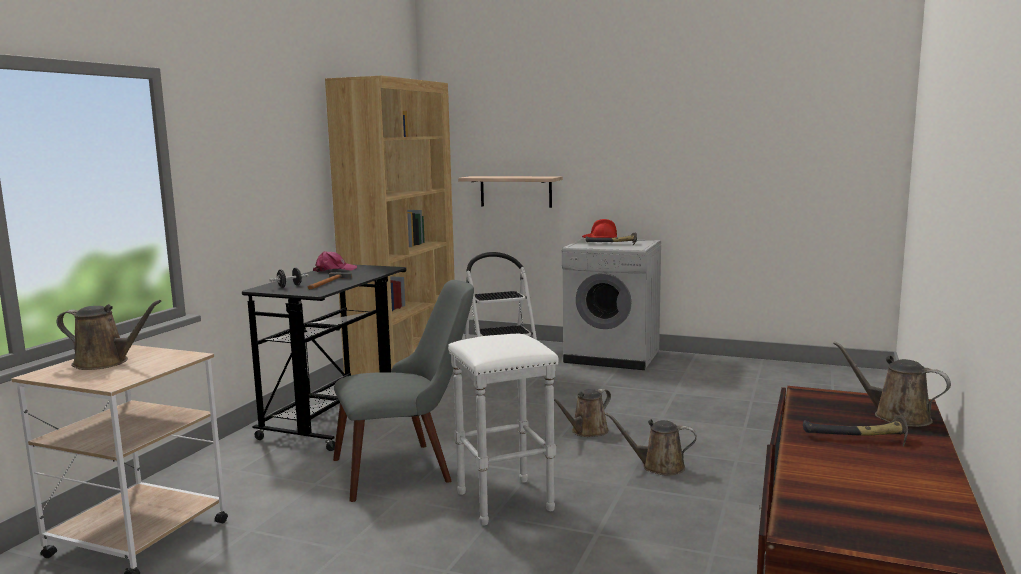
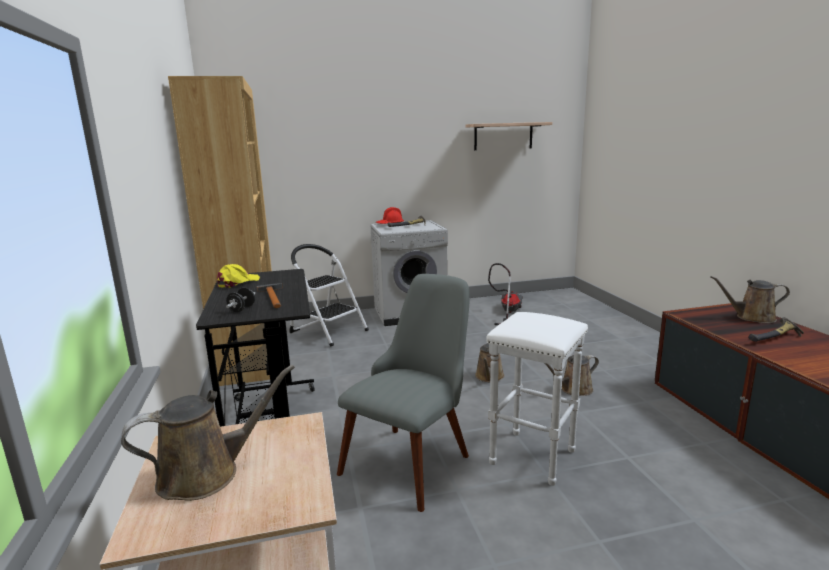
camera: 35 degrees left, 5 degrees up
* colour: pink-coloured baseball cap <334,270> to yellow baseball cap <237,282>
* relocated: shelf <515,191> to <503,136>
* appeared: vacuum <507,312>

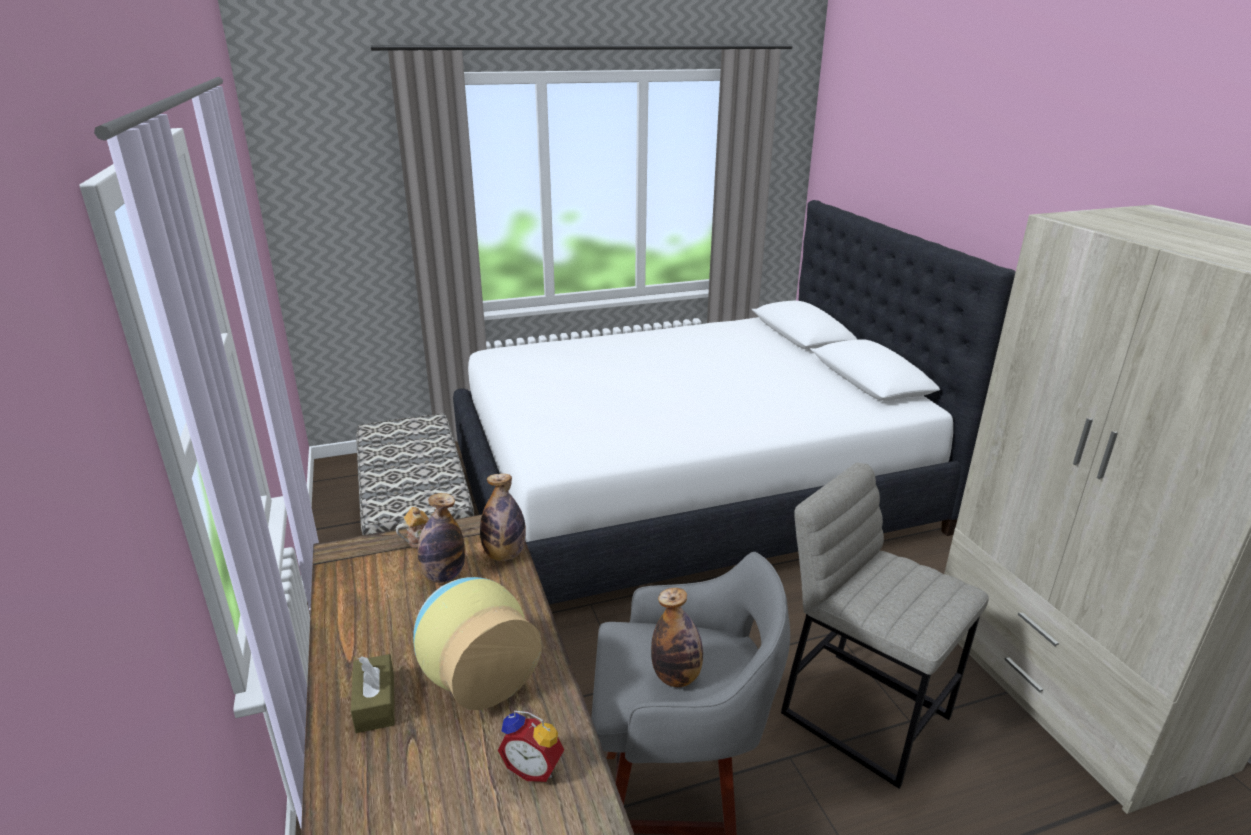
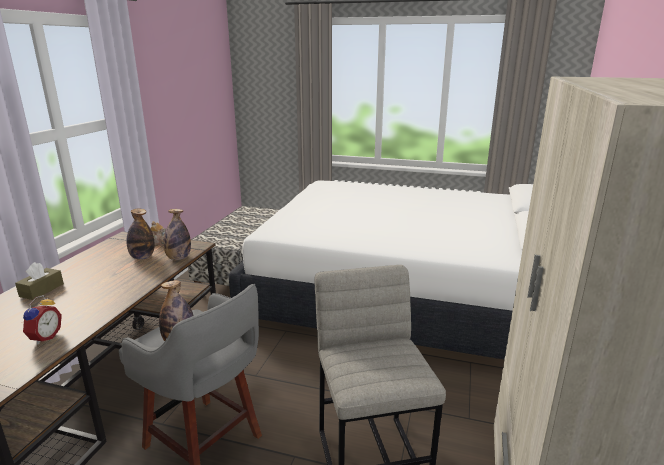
camera: 35 degrees right, 5 degrees down
* spun: alarm clock <534,767> = <44,337> 135 degrees counterclockwise
* missing: flower vase <476,675>

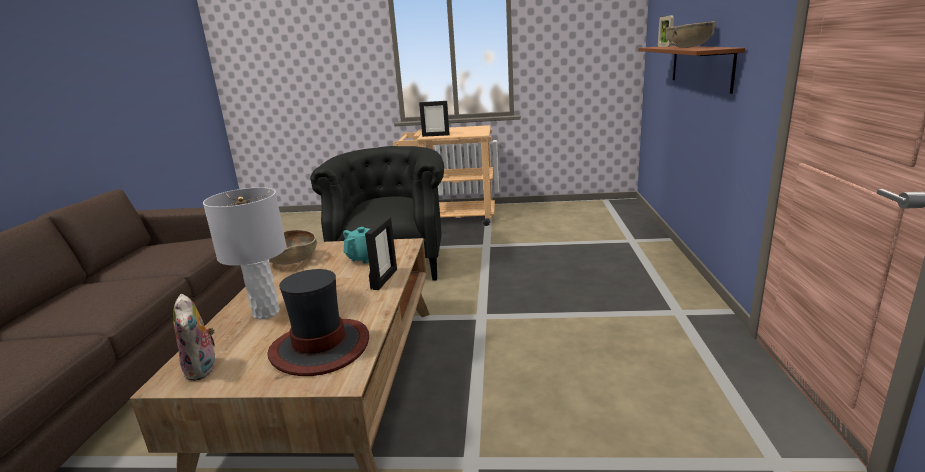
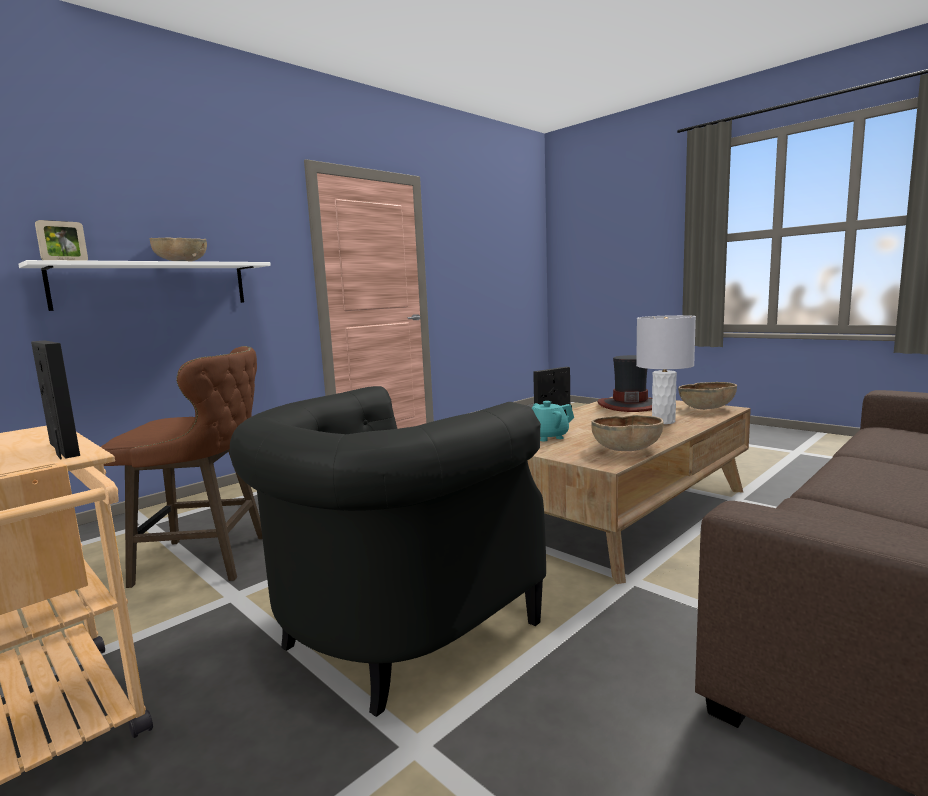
camera: 140 degrees left, 10 degrees down
* colour: brown-coloured shelf <700,66> to white-coloured shelf <153,285>
* appeared: brown-coloured sitting stool <209,559>
* exchanged: cuddly toy <203,369> to brown-coloured deep dish <706,408>

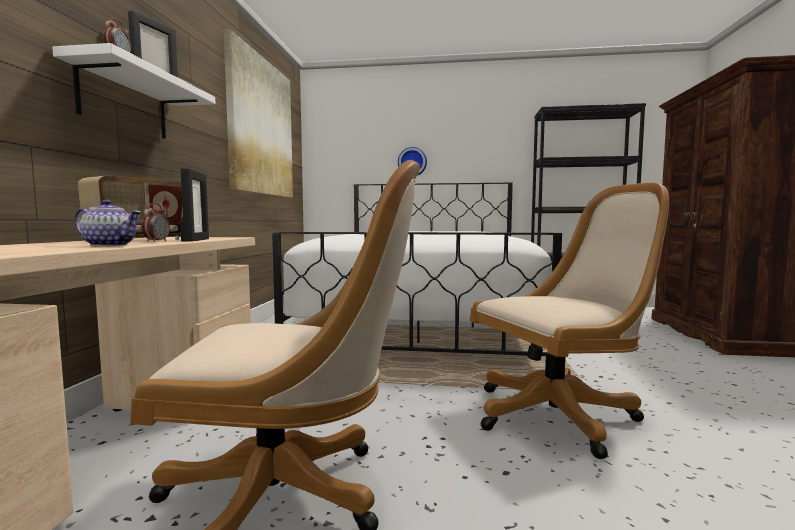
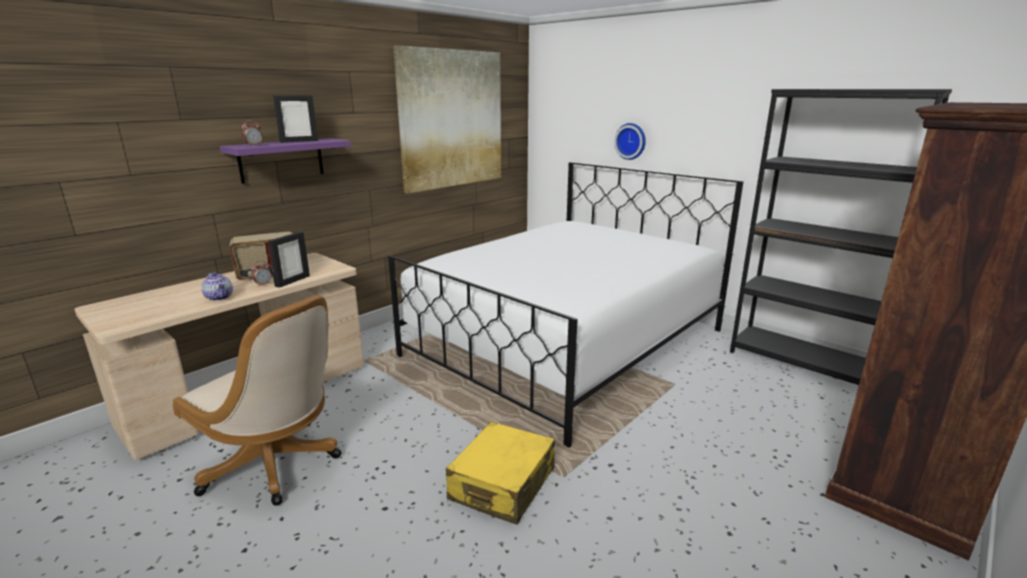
camera: 35 degrees right, 15 degrees up
* colour: white-coloured shelf <124,102> to purple shelf <281,160>
* exchanged: office chair <562,413> to yellow suitcase <502,484>

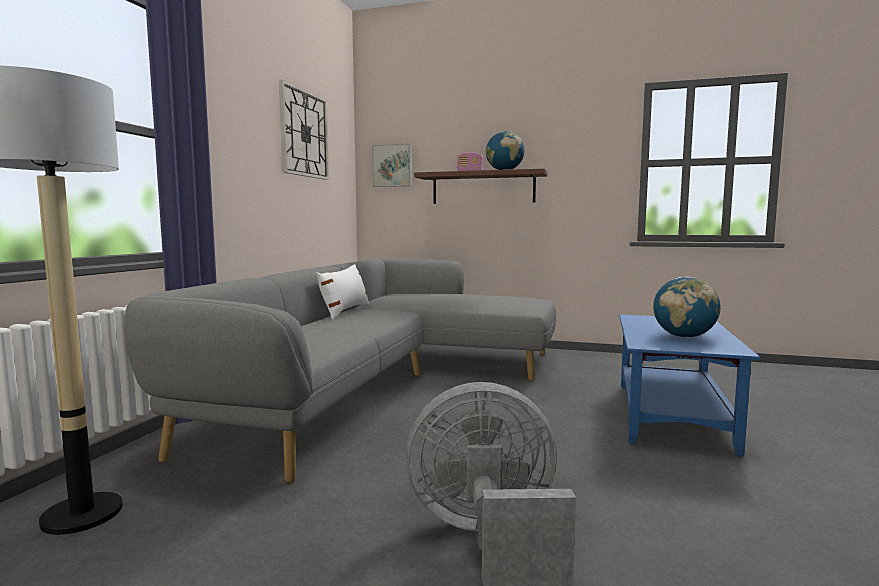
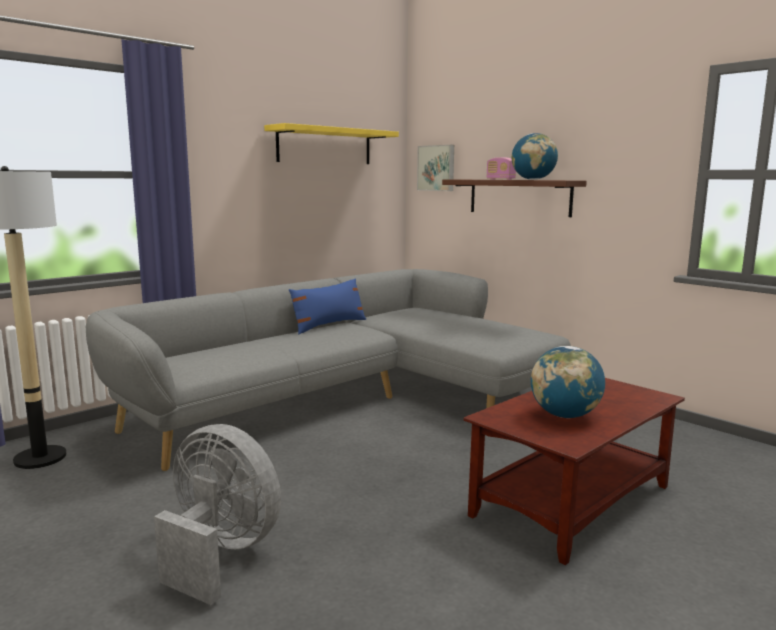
camera: 30 degrees right, 5 degrees up
* exchanged: clock on the wall <304,134> to yellow shelf <325,146>
* colour: white-coloured pillow <344,311> to blue pillow <329,325>
* colour: blue coffee table <670,414> to brown-coloured coffee table <572,500>

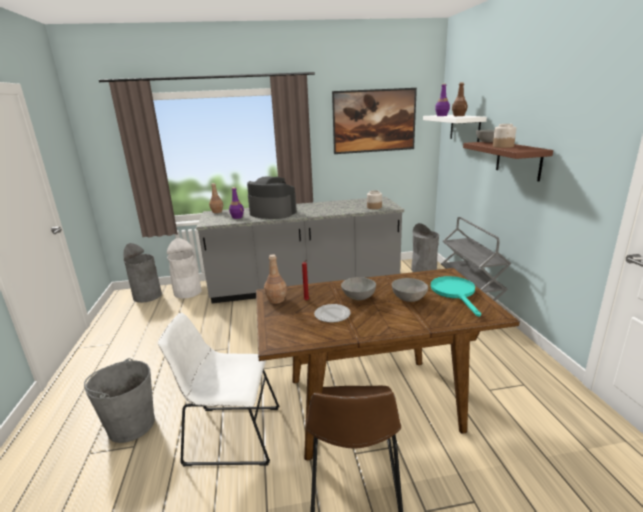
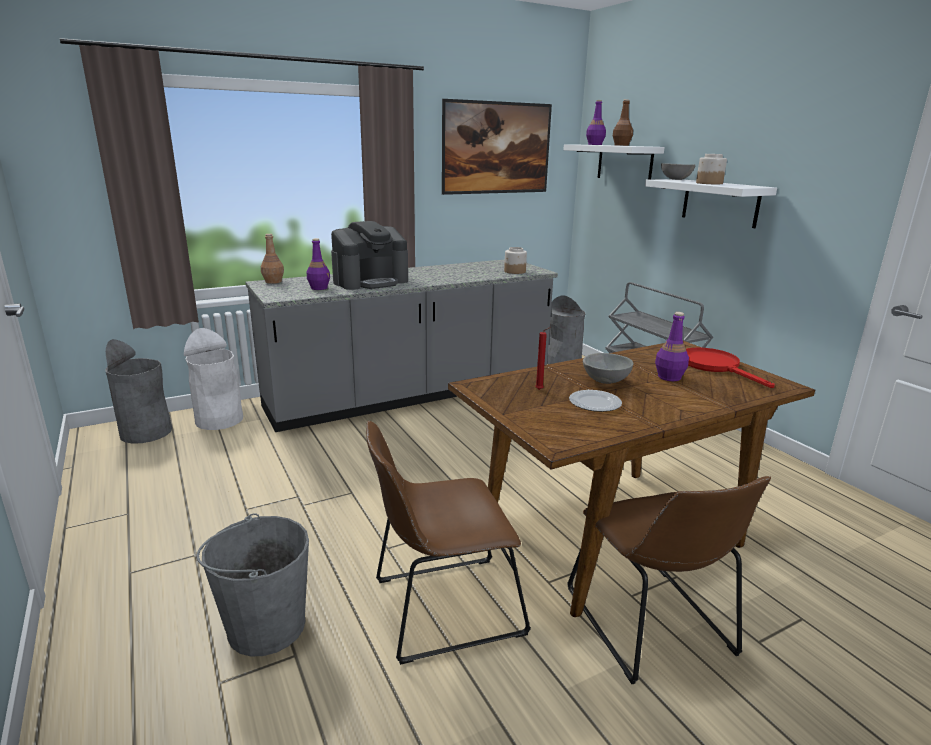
camera: 20 degrees left, 0 degrees up
* spun: coffee maker <272,213> = <370,281> 135 degrees clockwise
* colour: white-coloured plain chair <229,434> to brown-coloured plain chair <441,608>
* colour: brown-coloured shelf <518,160> to white-coloured shelf <720,202>
* exchanged: greyish deep dish <408,299> to purple bottle <669,377>
* colour: turquoise-coloured skillet <455,293> to reddish skillet <715,366>
* missing: brown-coloured bottle <276,300>

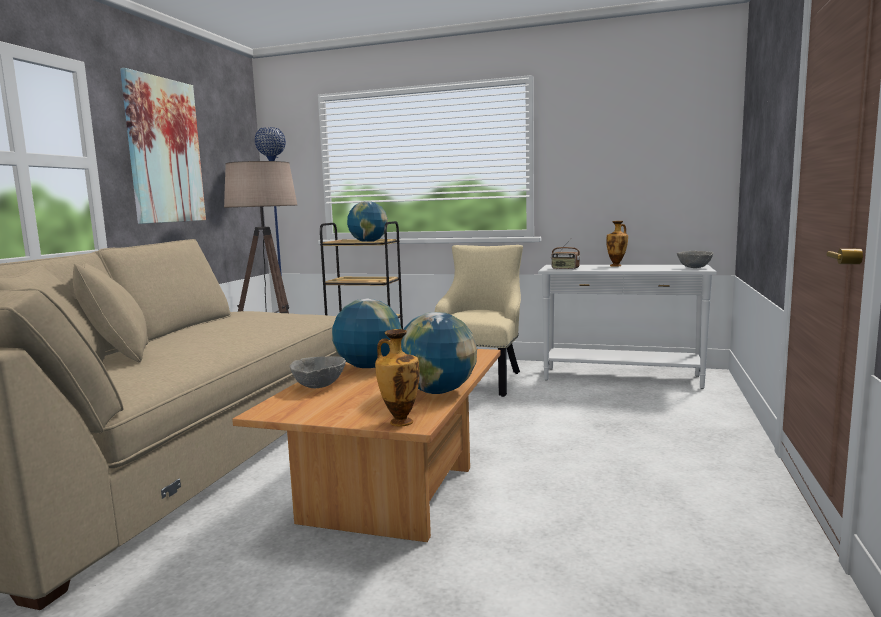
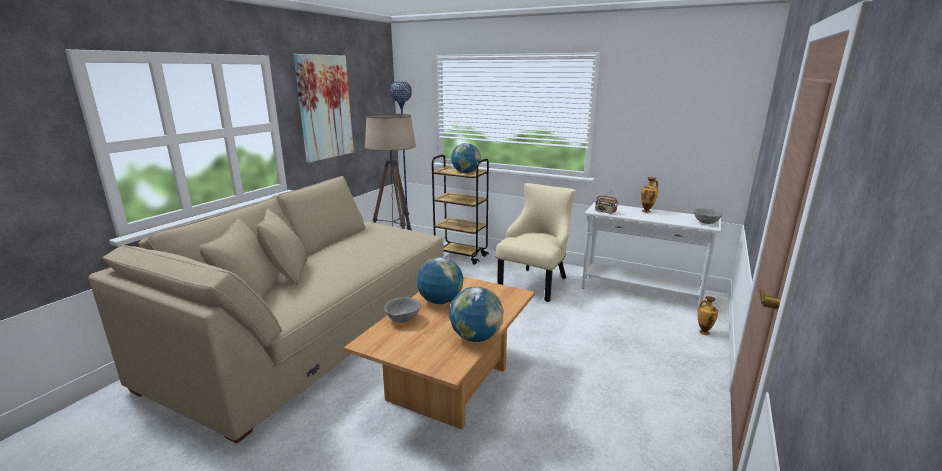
camera: 10 degrees right, 10 degrees up
* relocated: flower vase <399,422> to <703,332>

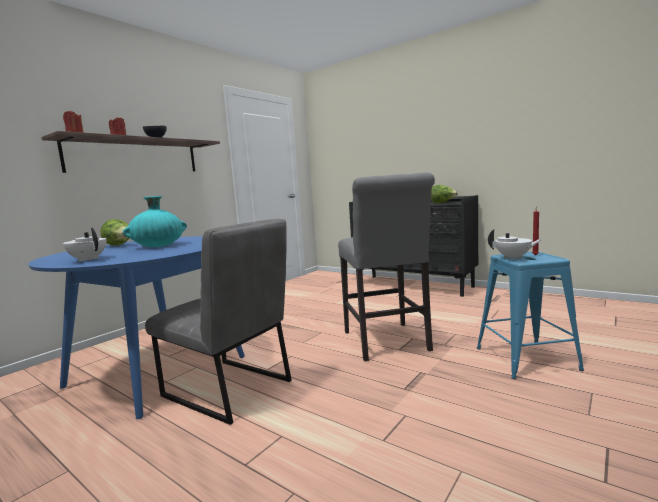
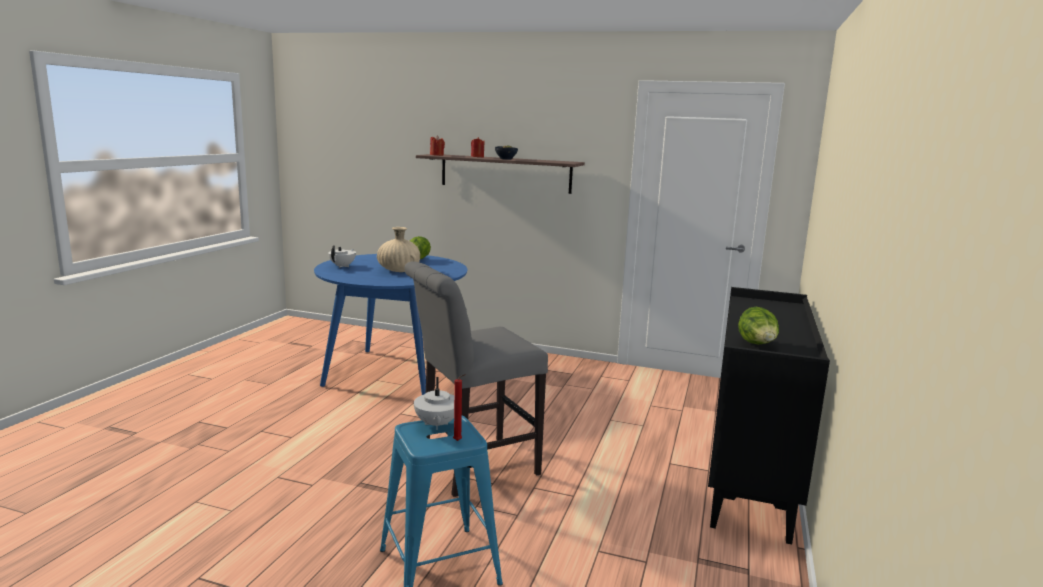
camera: 70 degrees right, 5 degrees up
* colour: turquoise-coloured flower vase <158,246> to sand-coloured flower vase <399,270>
* missing: greyish plain chair <229,389>

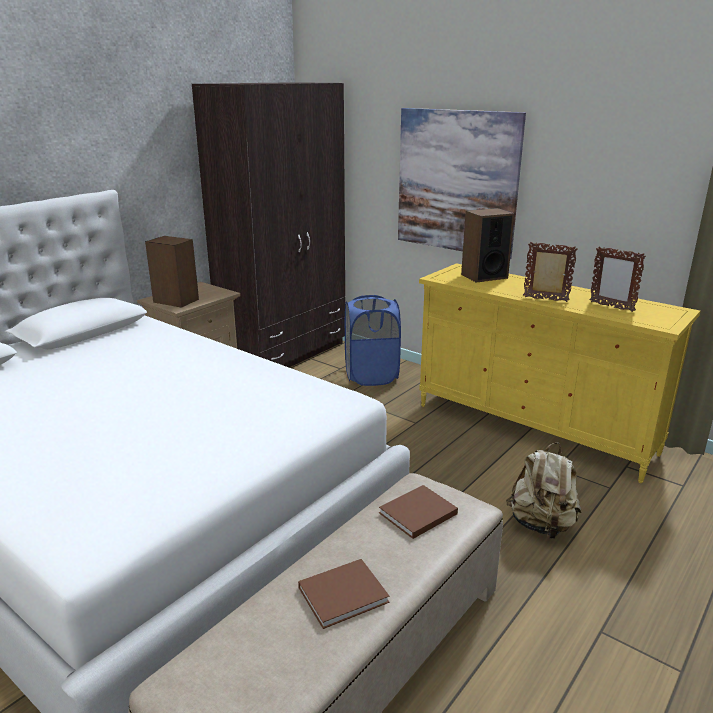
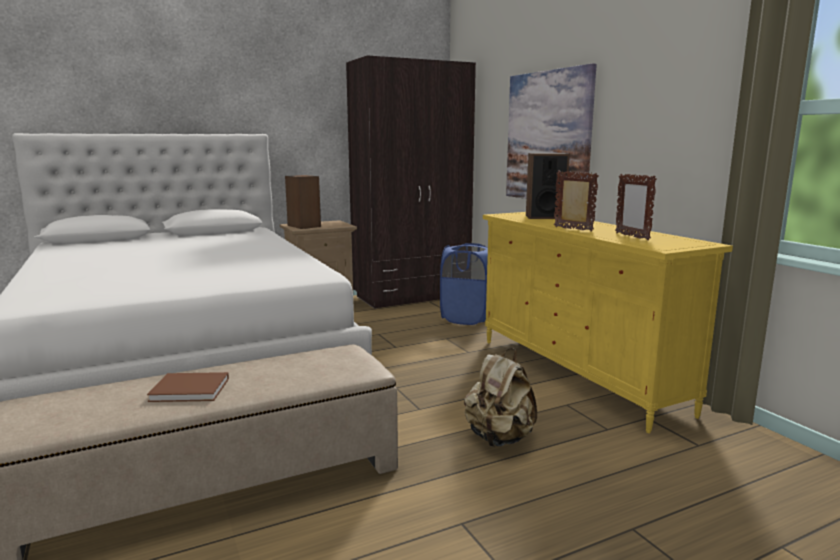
camera: 25 degrees right, 10 degrees down
* missing: brown-coloured bound book <416,514>

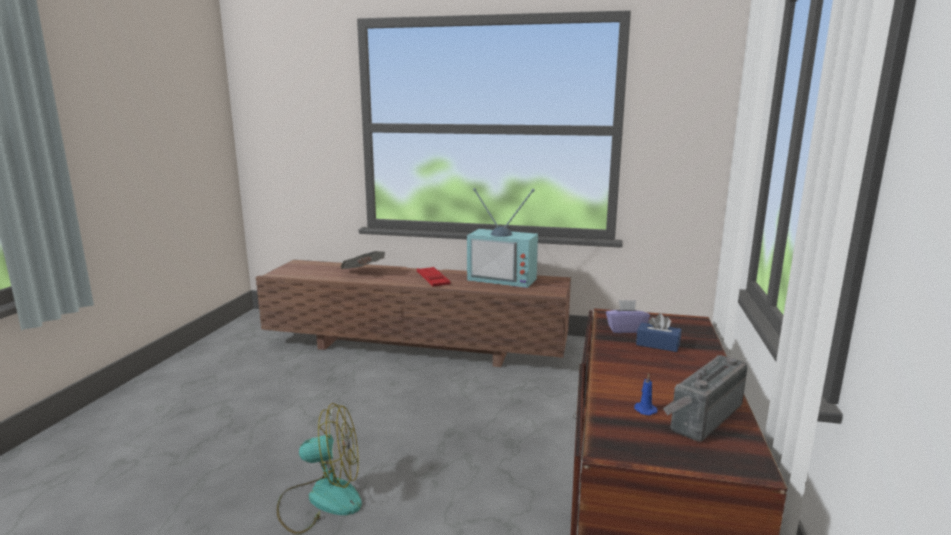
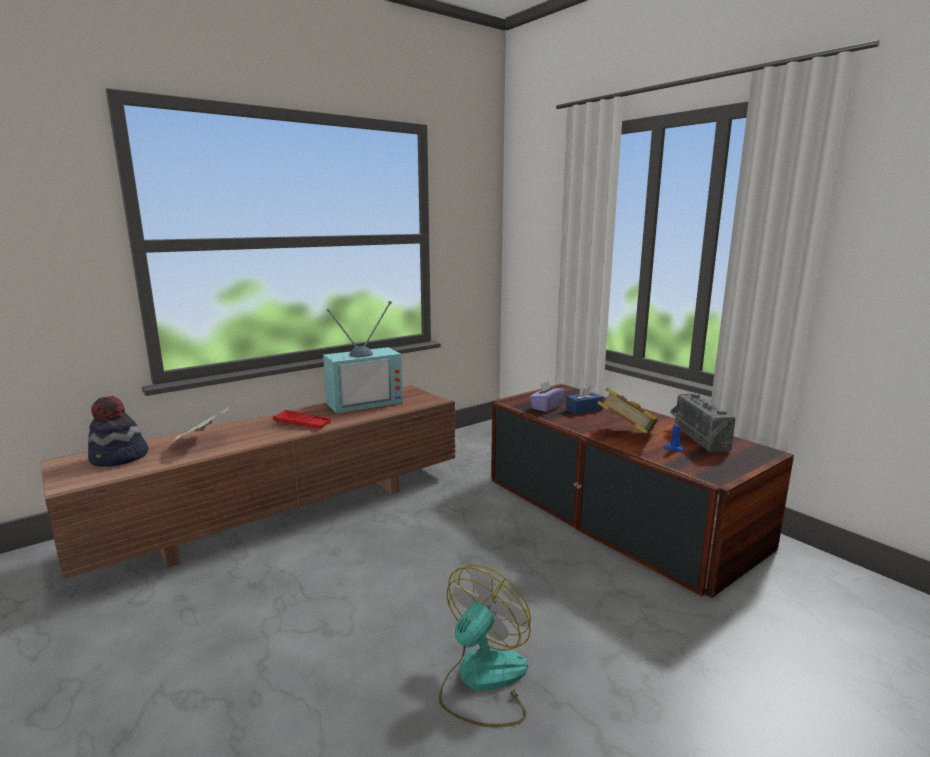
camera: 50 degrees left, 0 degrees up
* appeared: wearable hat <119,458>
* appeared: bound book <626,434>

